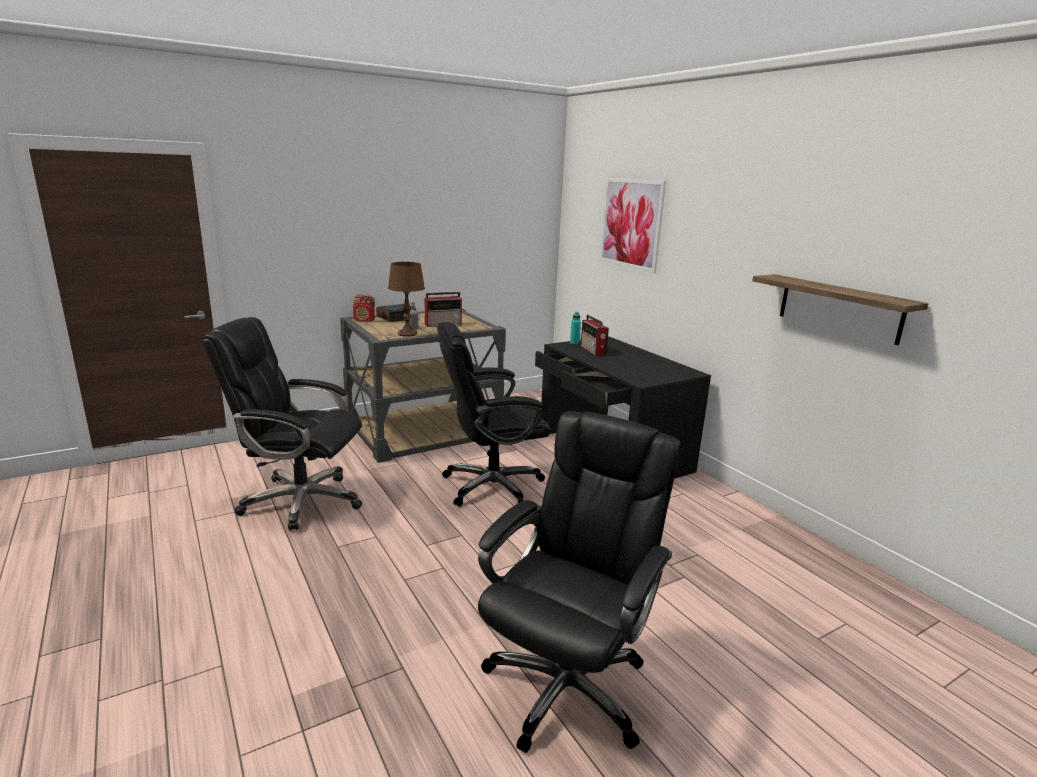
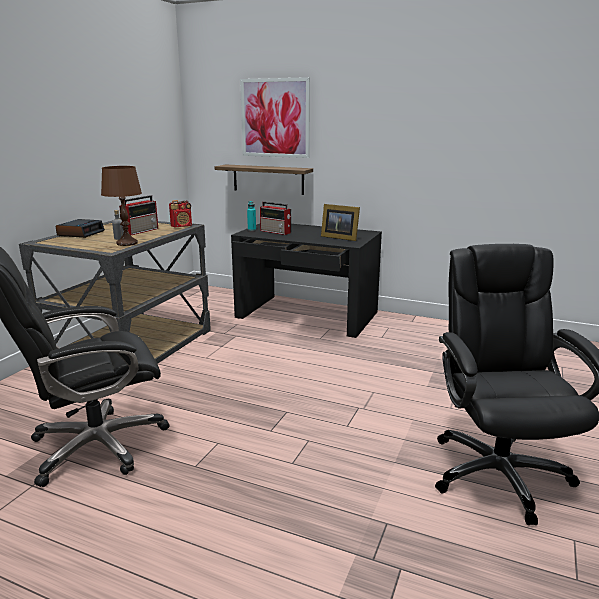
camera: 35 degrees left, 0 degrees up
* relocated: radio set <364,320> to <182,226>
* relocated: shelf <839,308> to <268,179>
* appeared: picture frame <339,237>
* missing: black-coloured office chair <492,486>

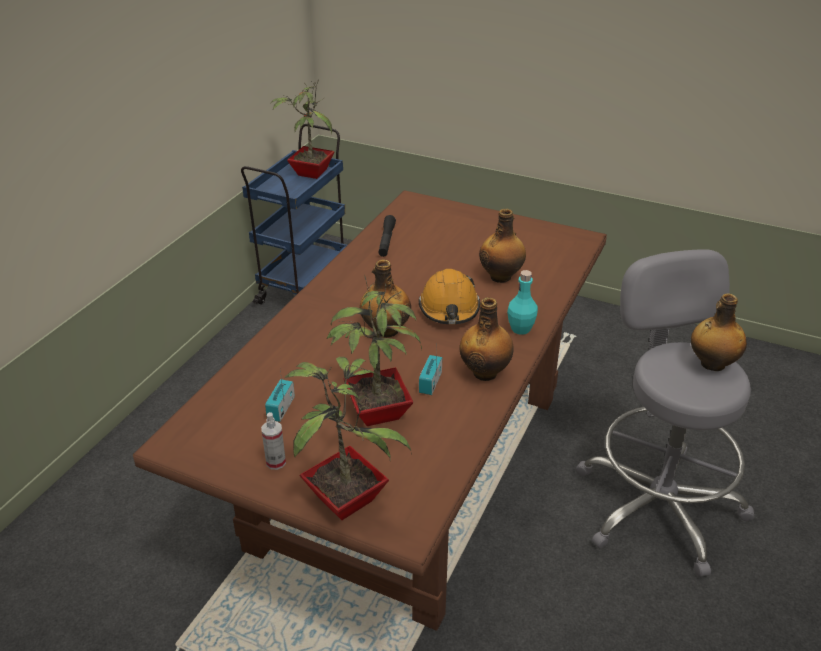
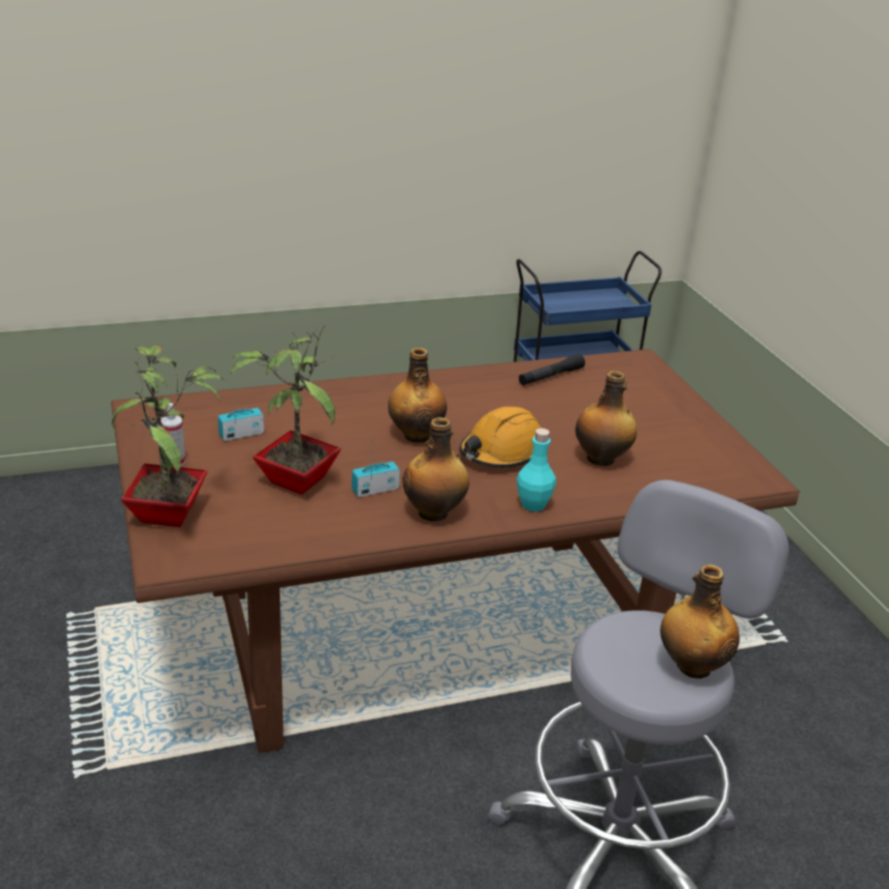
camera: 45 degrees right, 5 degrees down
* missing: potted plant <310,173>

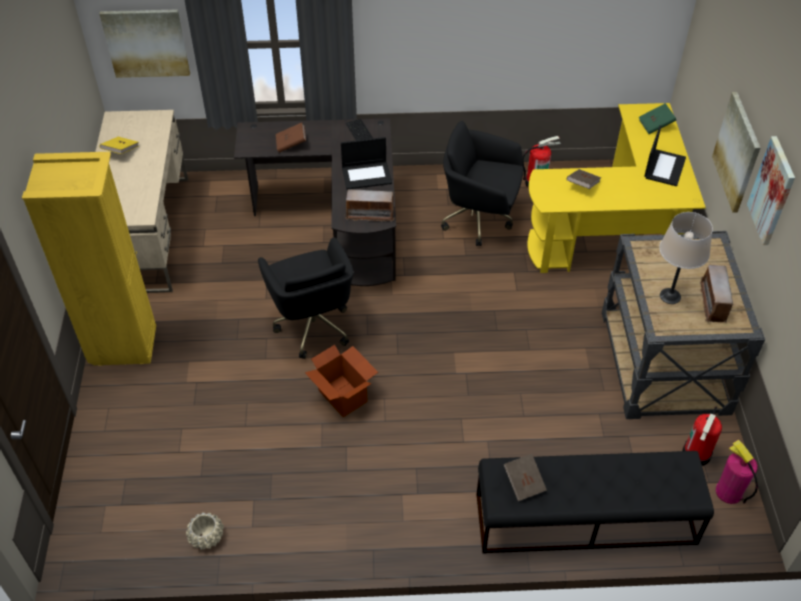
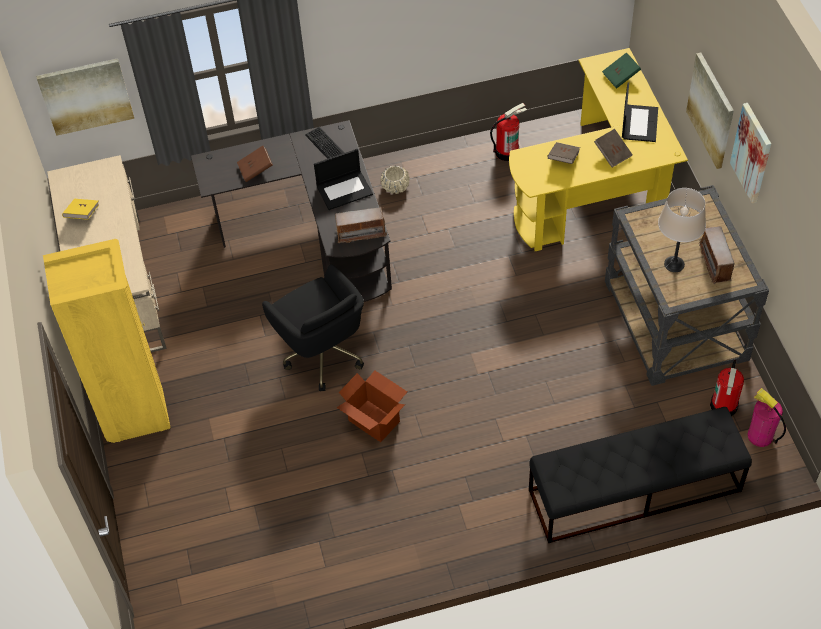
camera: 10 degrees left, 5 degrees up
* relocated: sand-coloured plant pot <207,537> to <395,186>
* relocated: brown-coloured bound book <524,482> to <612,154>
* missing: black-coloured office chair <479,221>

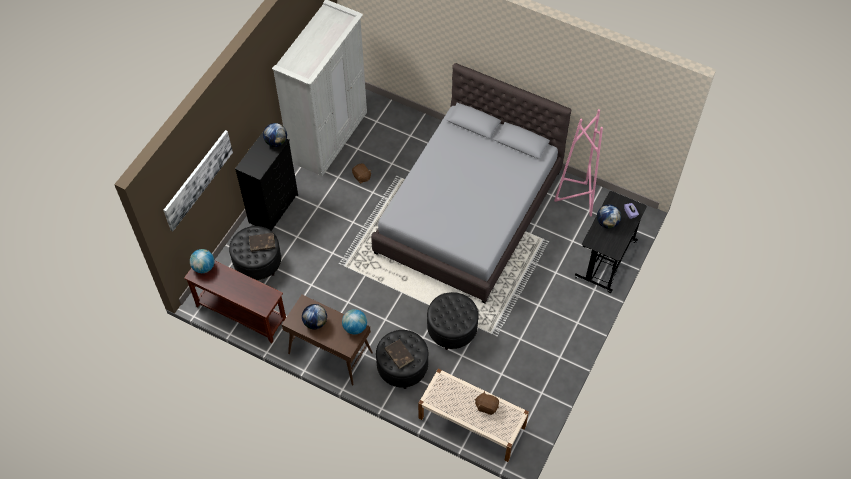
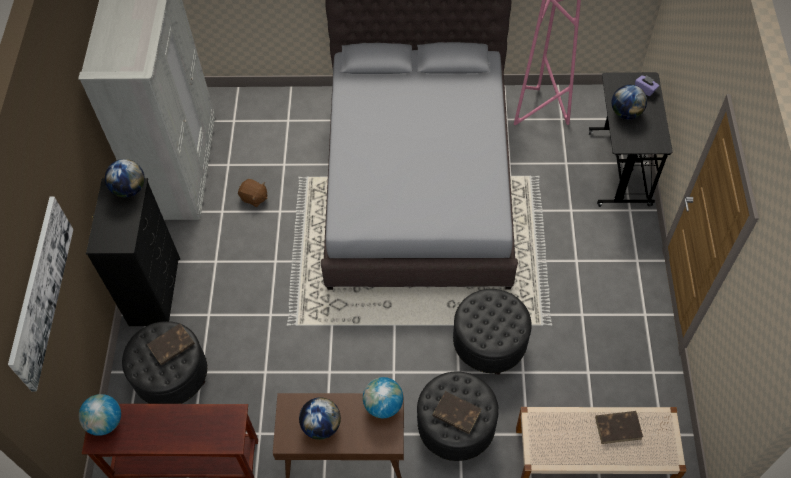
camera: 25 degrees left, 0 degrees up
* exchanged: brown-coloured cuddly toy <486,406> to brown-coloured bound book <618,428>

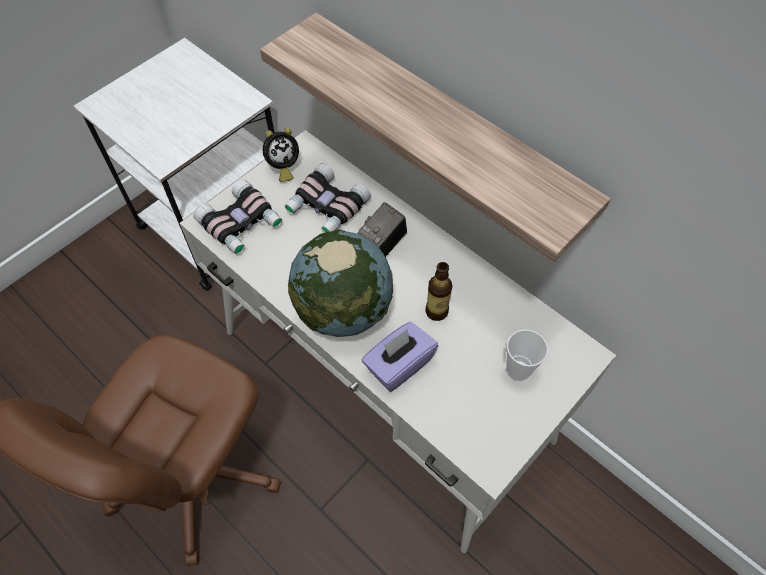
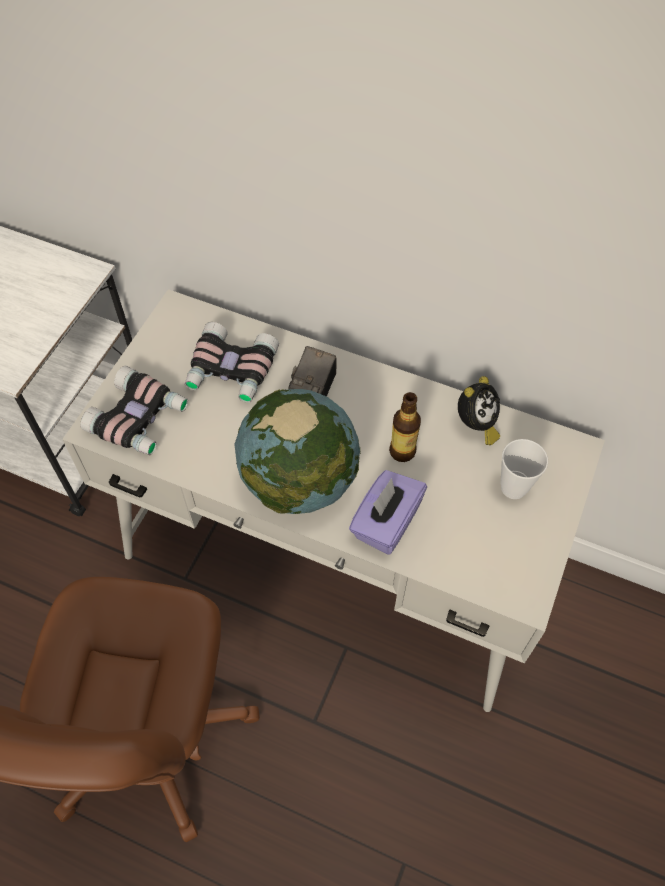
camera: 20 degrees left, 0 degrees up
* relocated: alarm clock <282,167> to <476,425>
* missing: shelf <445,128>

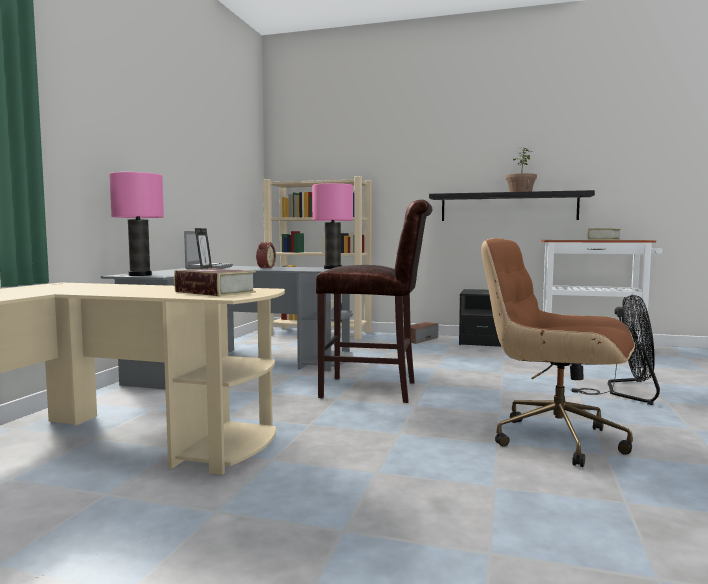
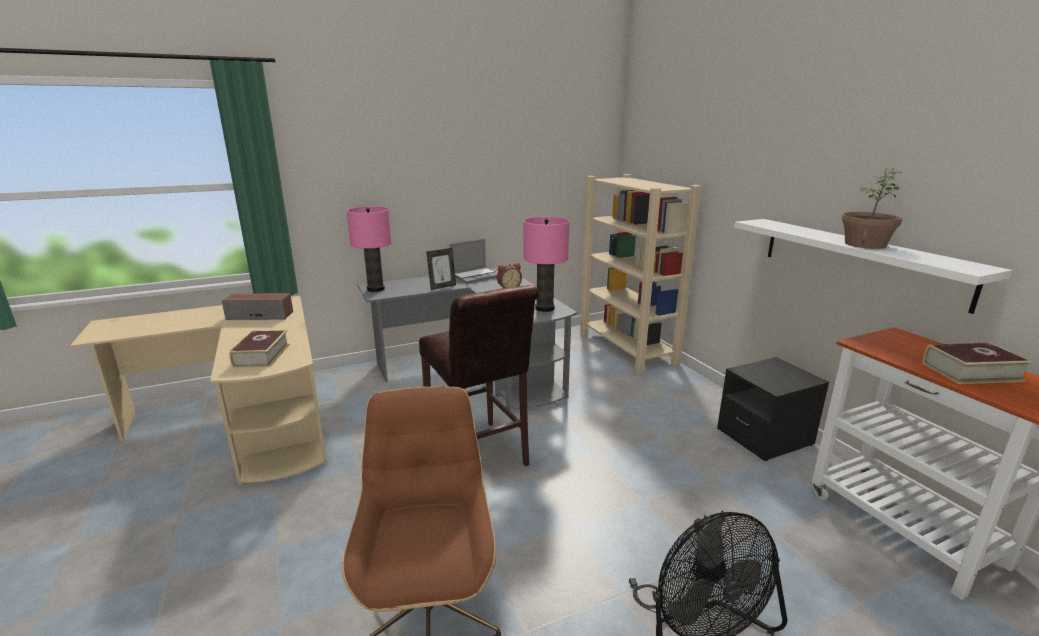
camera: 50 degrees right, 15 degrees up
* relocated: audio speaker <420,339> to <260,315>
* colour: black-coloured shelf <508,207> to white-coloured shelf <858,260>

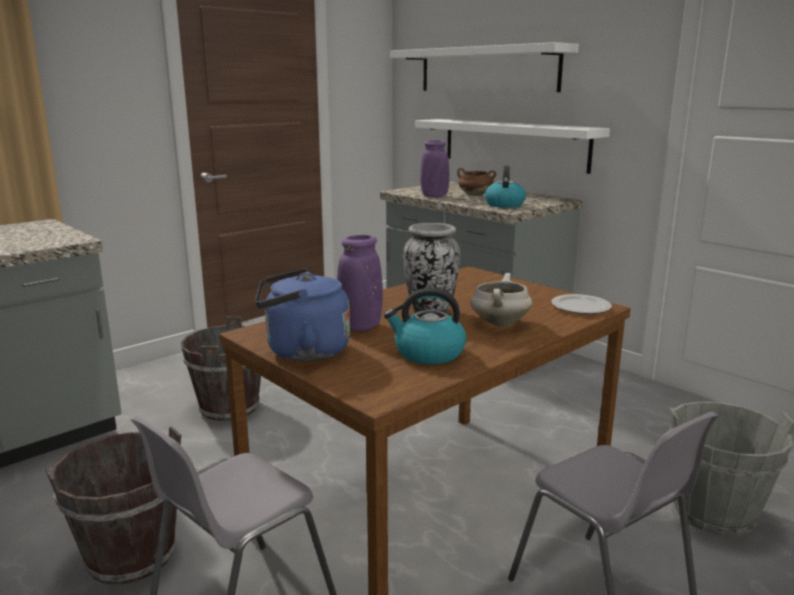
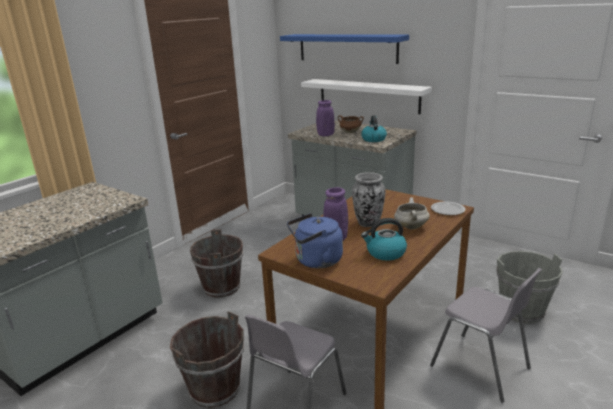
camera: 10 degrees left, 5 degrees up
* colour: white-coloured shelf <487,69> to blue shelf <347,48>

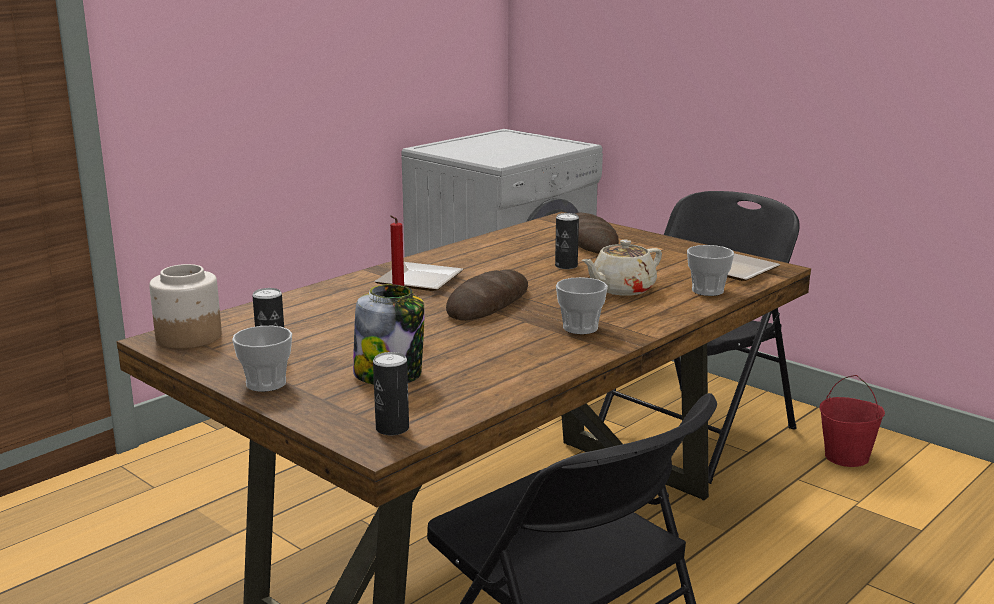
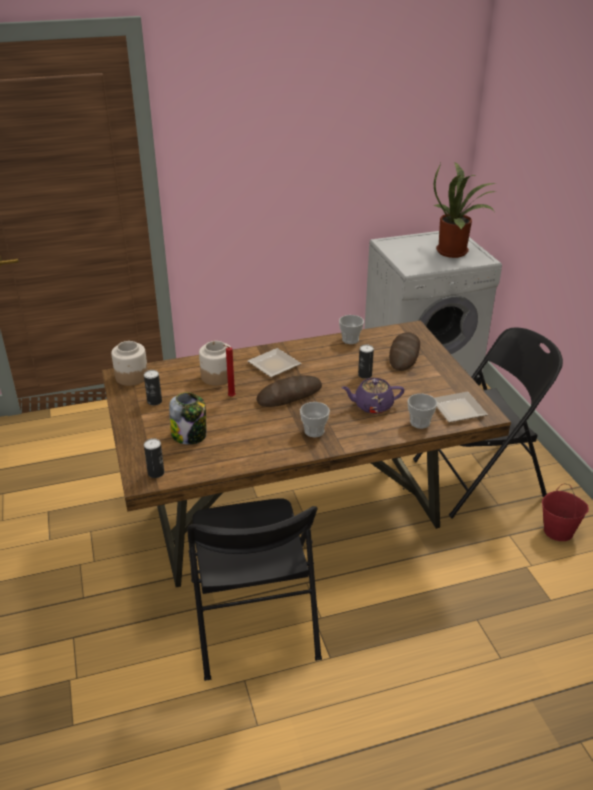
camera: 30 degrees right, 15 degrees up
* appeared: jar <217,376>
* relocated: small cup <266,383> to <350,340>
* colour: sand-coloured teapot <621,289> to purple teapot <372,406>
* appeared: potted plant <455,252>

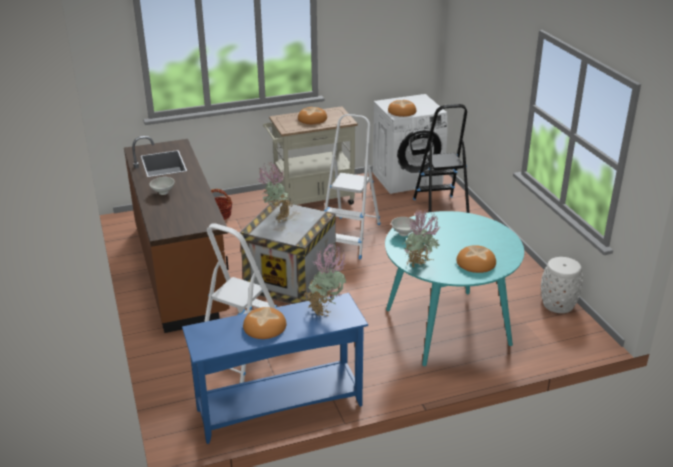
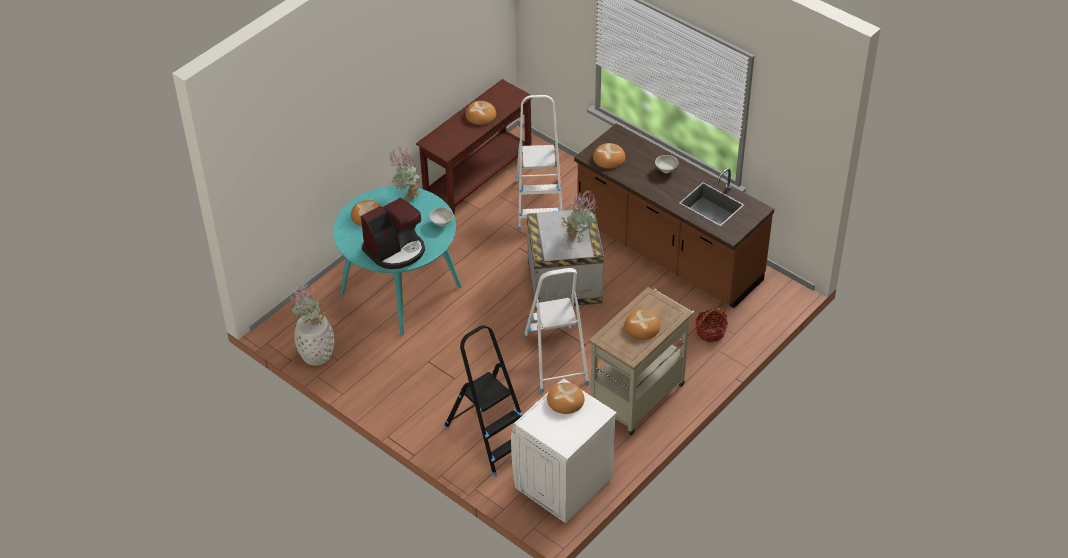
camera: 150 degrees right, 15 degrees up
* relocated: potted plant <325,309> to <311,325>
* appeared: coffee maker <395,250>
* colour: blue narrow table <279,407> to brown-coloured narrow table <478,177>
* appeared: baked bread <609,158>

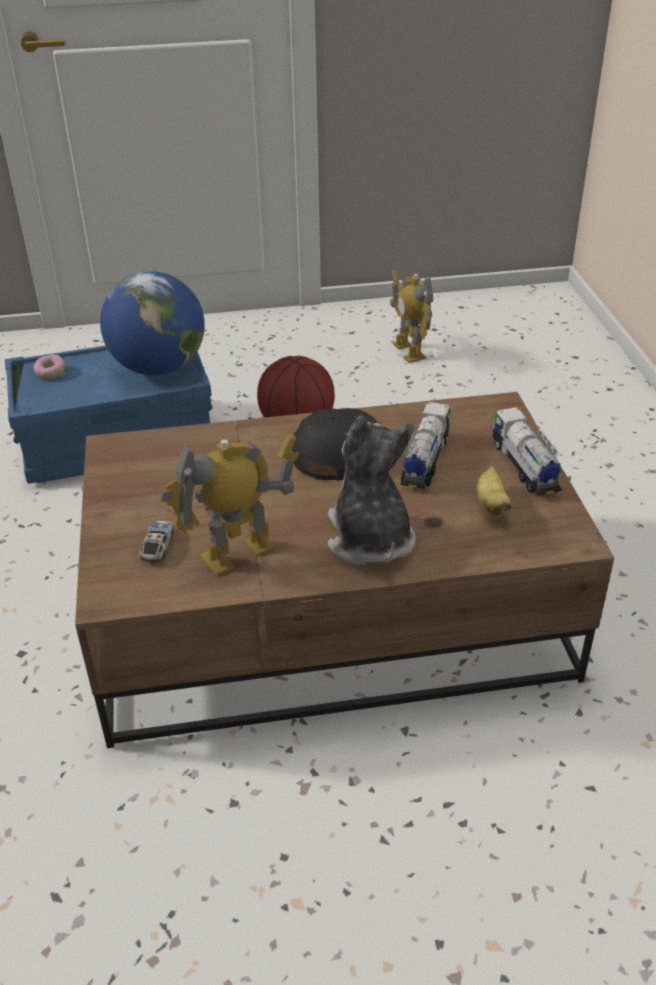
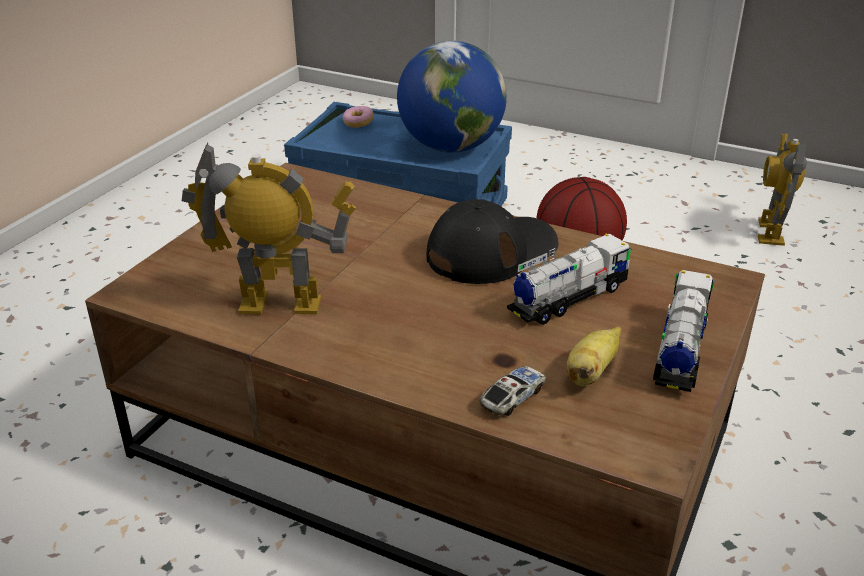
camera: 35 degrees right, 5 degrees down
* relocated: model car <157,546> to <512,397>
* missing: cuddly toy <370,539>

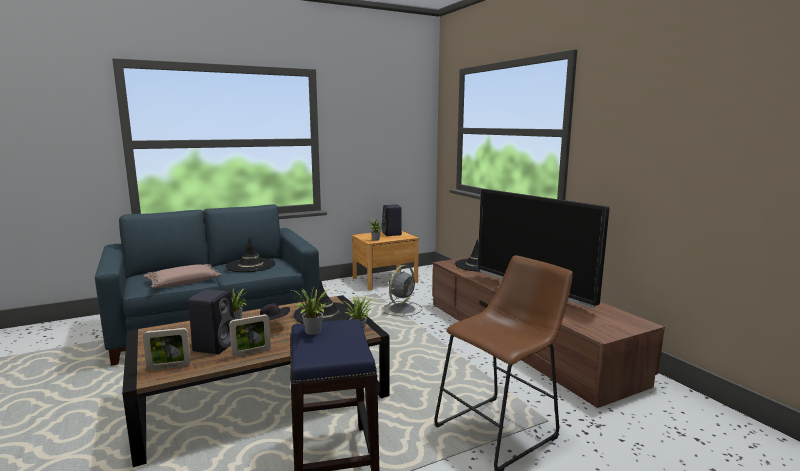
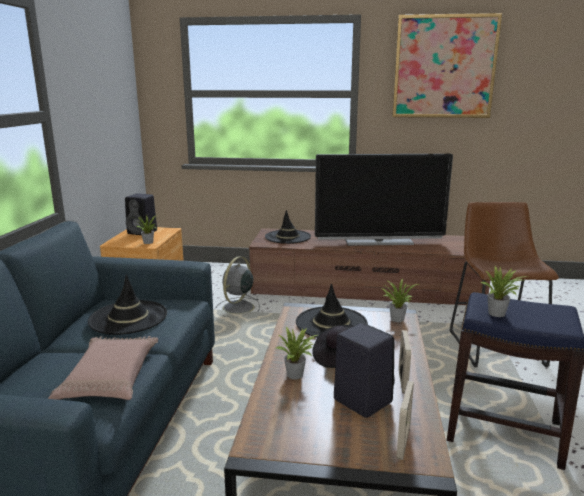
camera: 55 degrees left, 5 degrees up
* spun: greyish cooling fan <402,308> = <237,308> 135 degrees counterclockwise
* appeared: wall picture <444,67>

